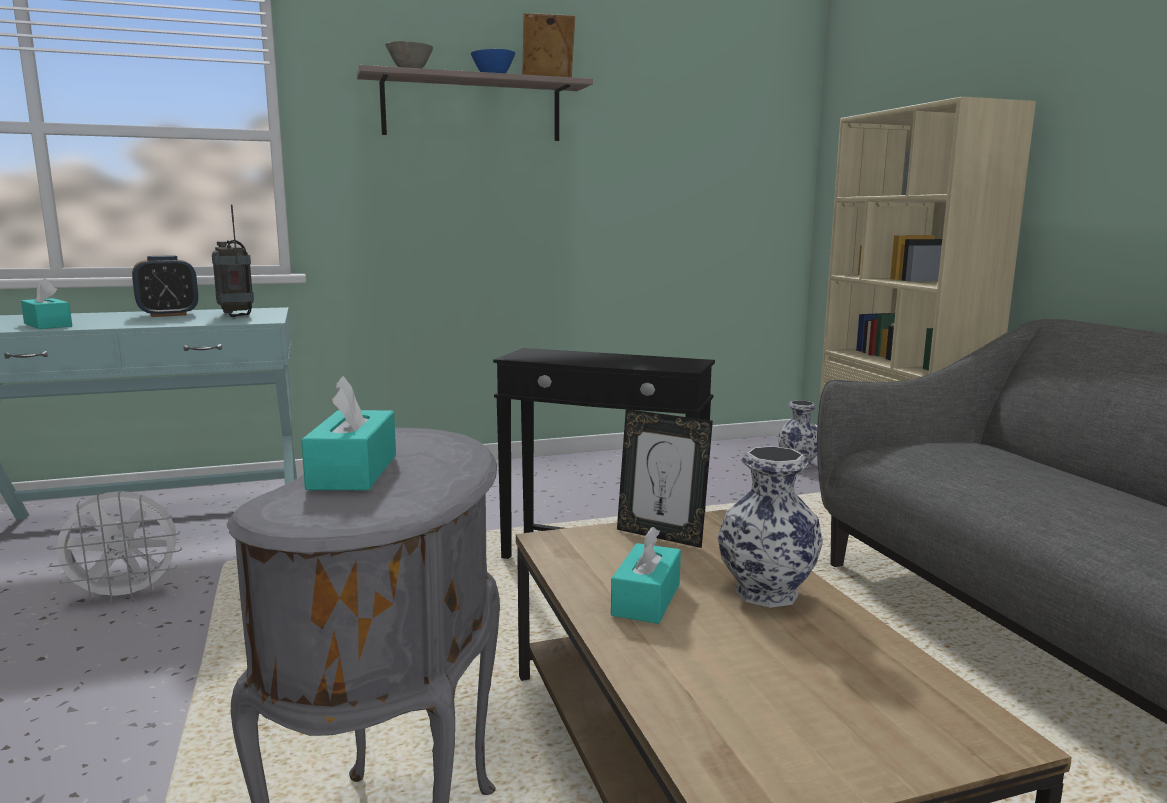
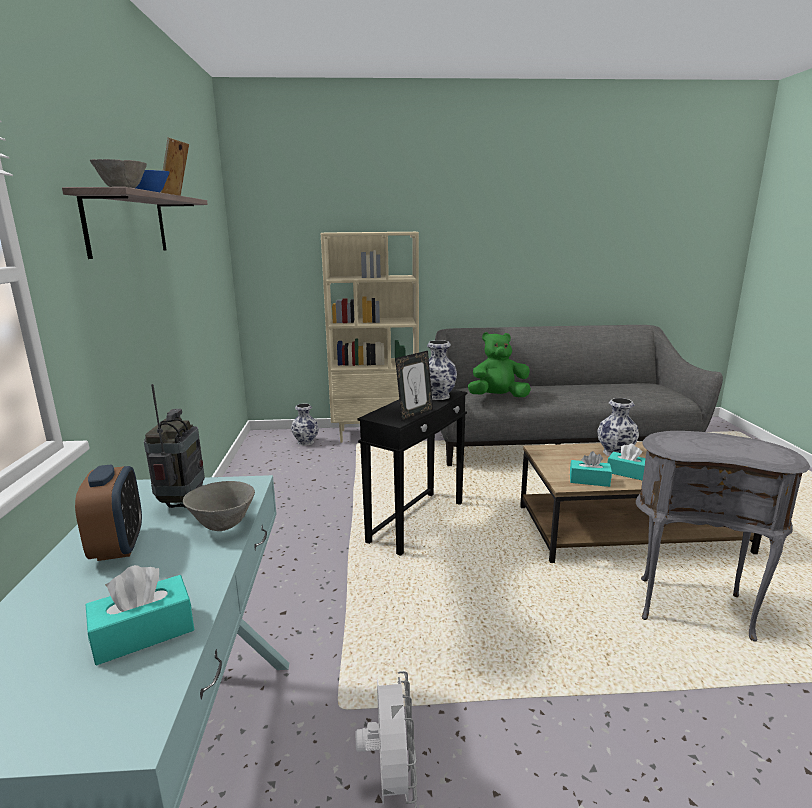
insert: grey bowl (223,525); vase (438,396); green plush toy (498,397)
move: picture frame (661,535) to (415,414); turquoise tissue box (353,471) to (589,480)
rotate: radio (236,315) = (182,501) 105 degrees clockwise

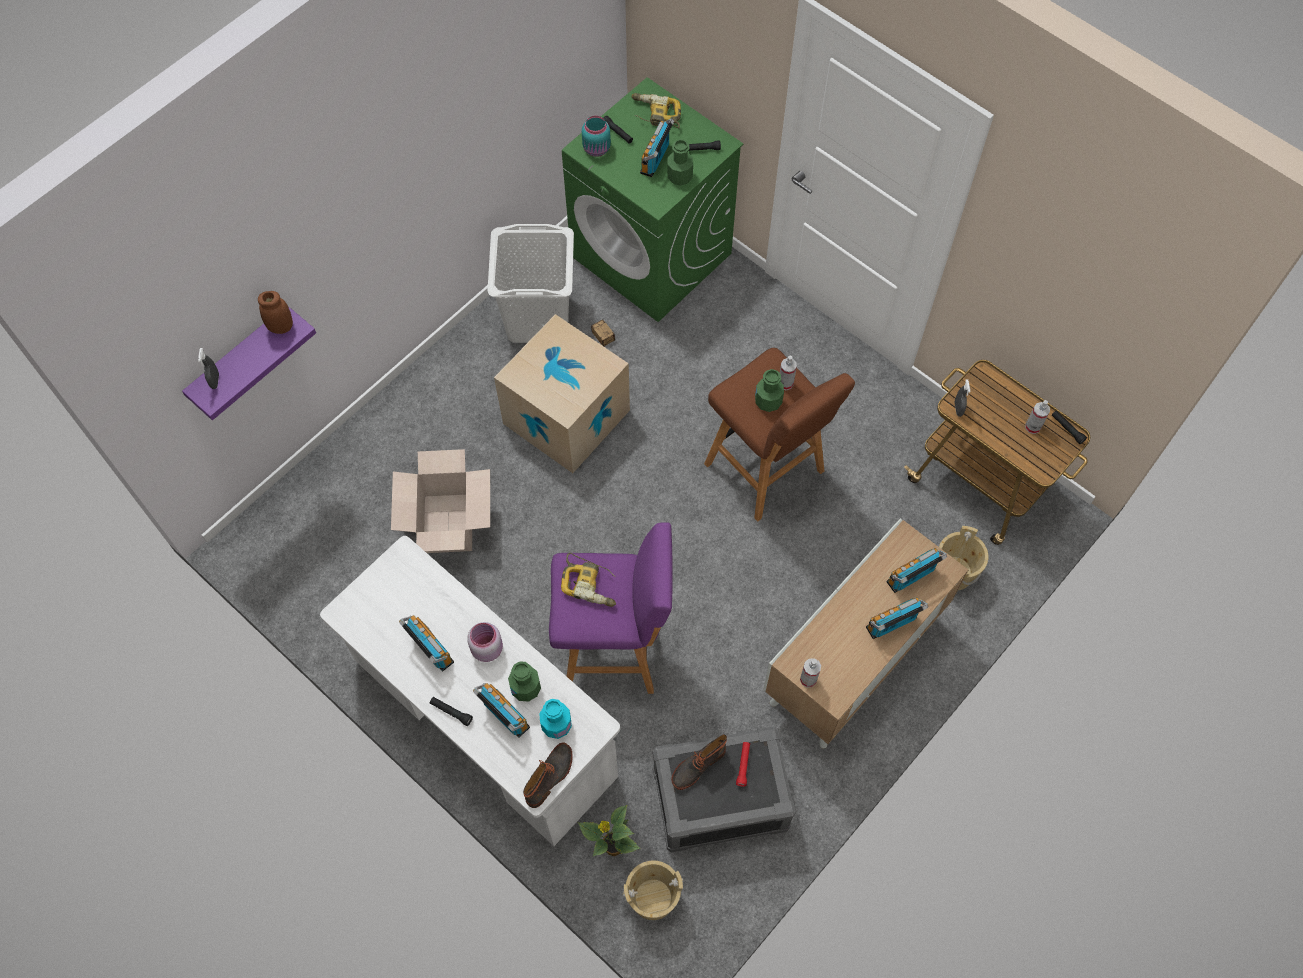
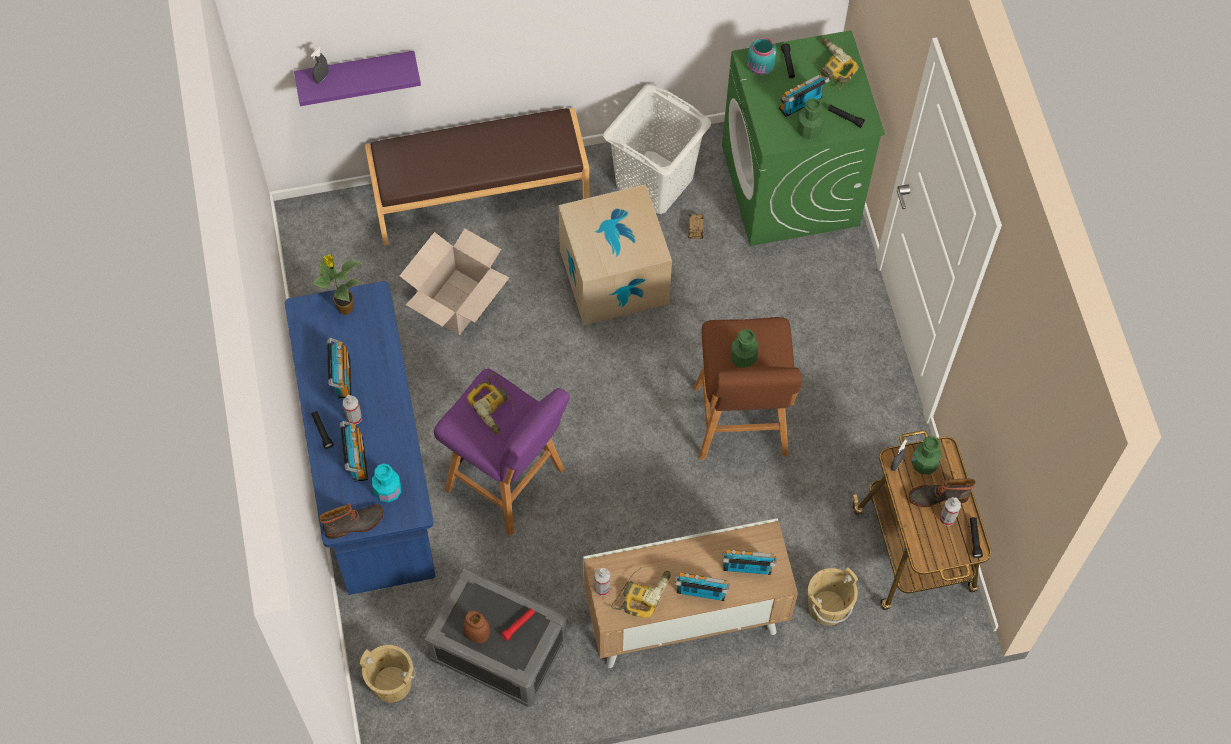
delete: pink jar (487,648)
insert: brown bench (480,196); power drill (642,592)
move: potted plant (612,848) to (344,307); spray bottle (785,383) to (354,418); brown jar (281,327) to (477,635); boot (697,765) to (938,496); green bottle (525,688) to (924,463)
recolor: white desk (484,719) to blue desk (371,468)

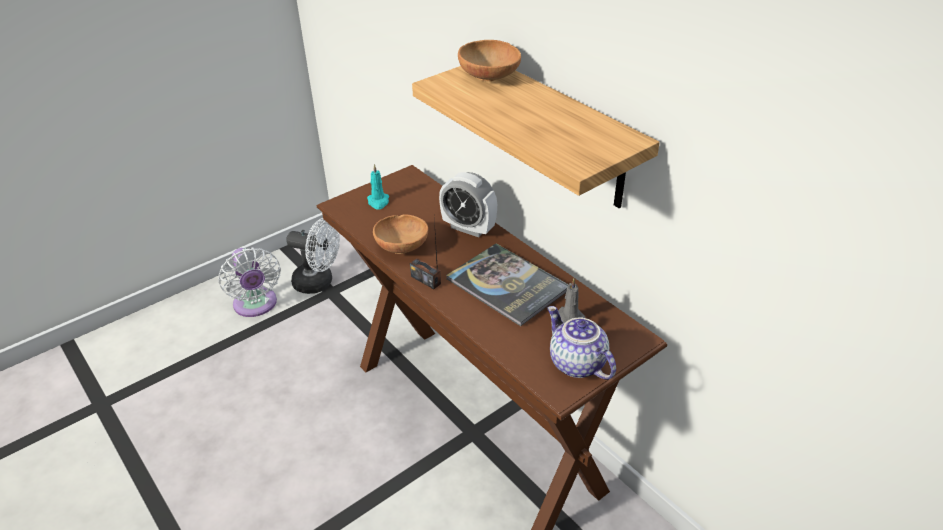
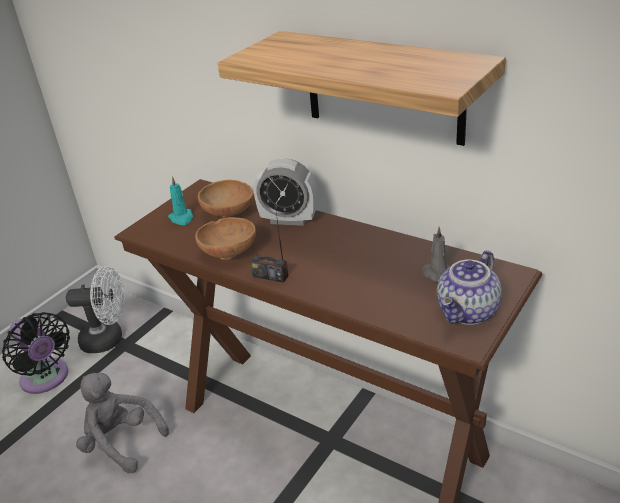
delete: book (507,284)
insert: grey plush toy (121,442)
move: brown bowl (490,78) to (229,213)
recolor: white fan (256,305) to black fan (47,379)
rotate: teapot (576,364) = (469,312) 90 degrees counterclockwise

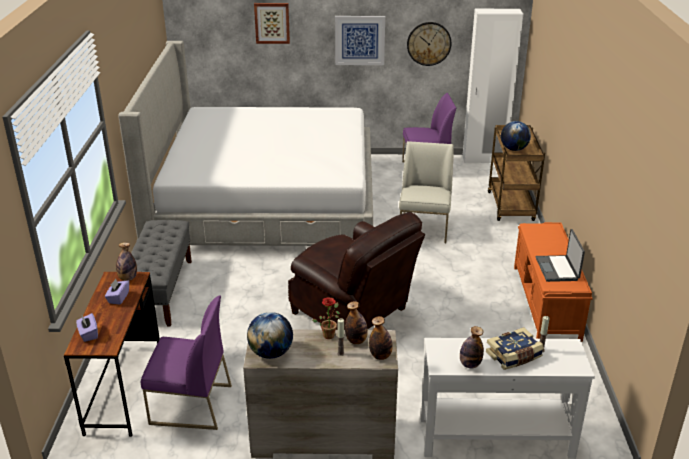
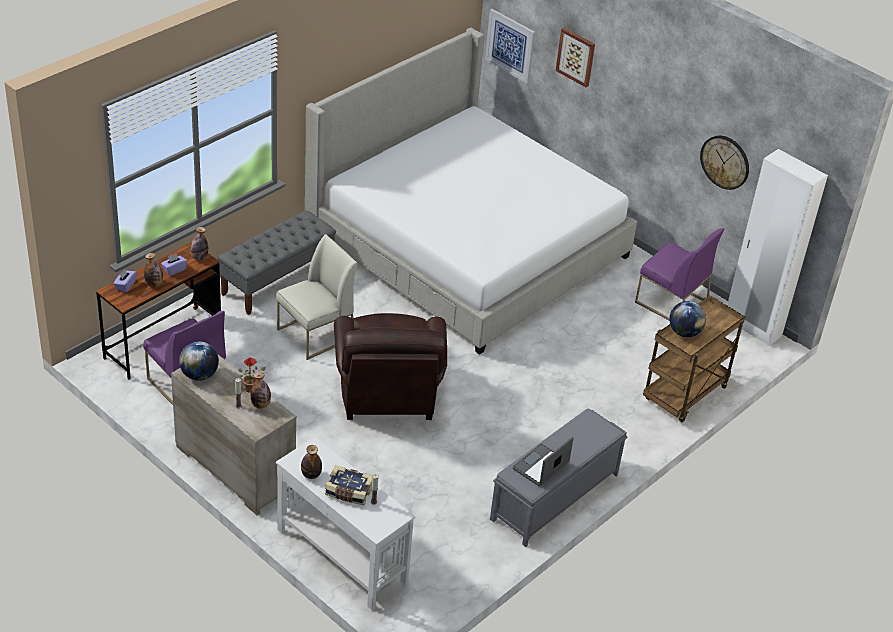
move: bottle (380,356) to (154,284); white chair (424,229) to (316,334); picture (359,40) to (510,45)
recolor: orange bench (546,302) to grey bench (554,497)

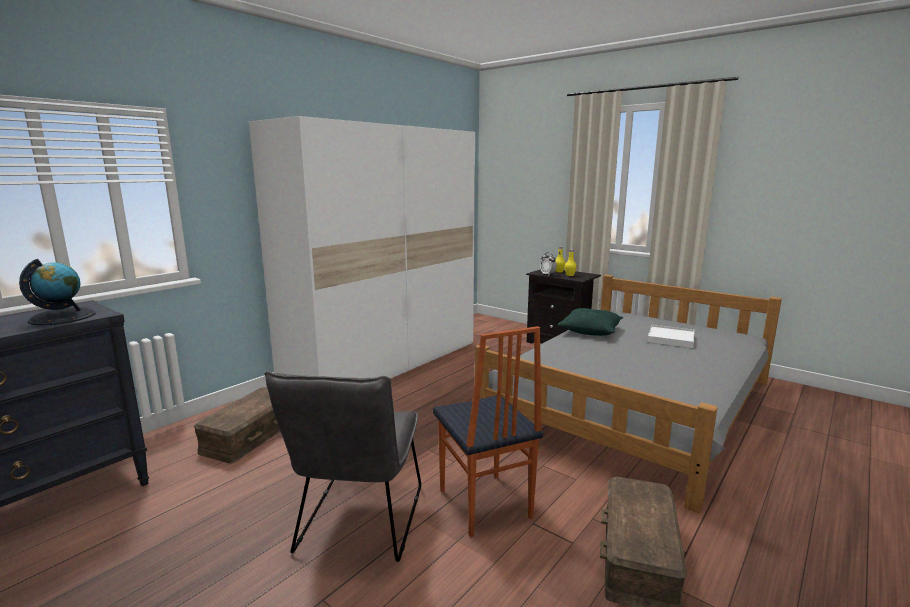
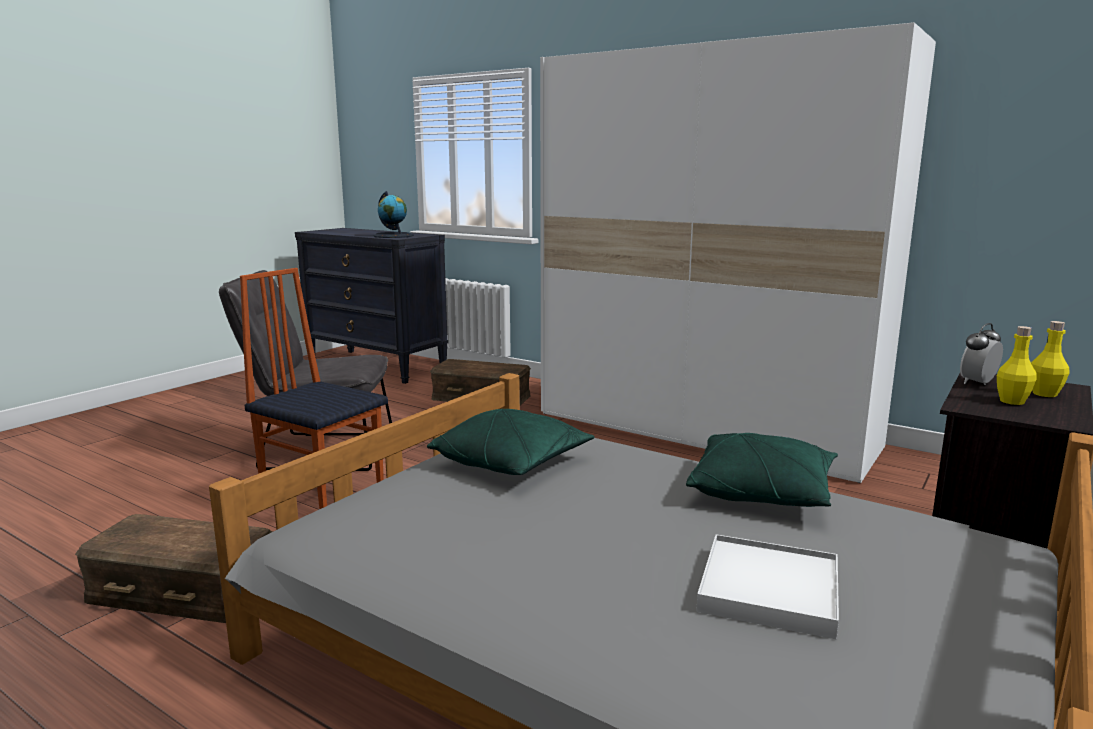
insert: green pillow (512,463)
rotate: chair (483,505) = (325,502) 60 degrees clockwise

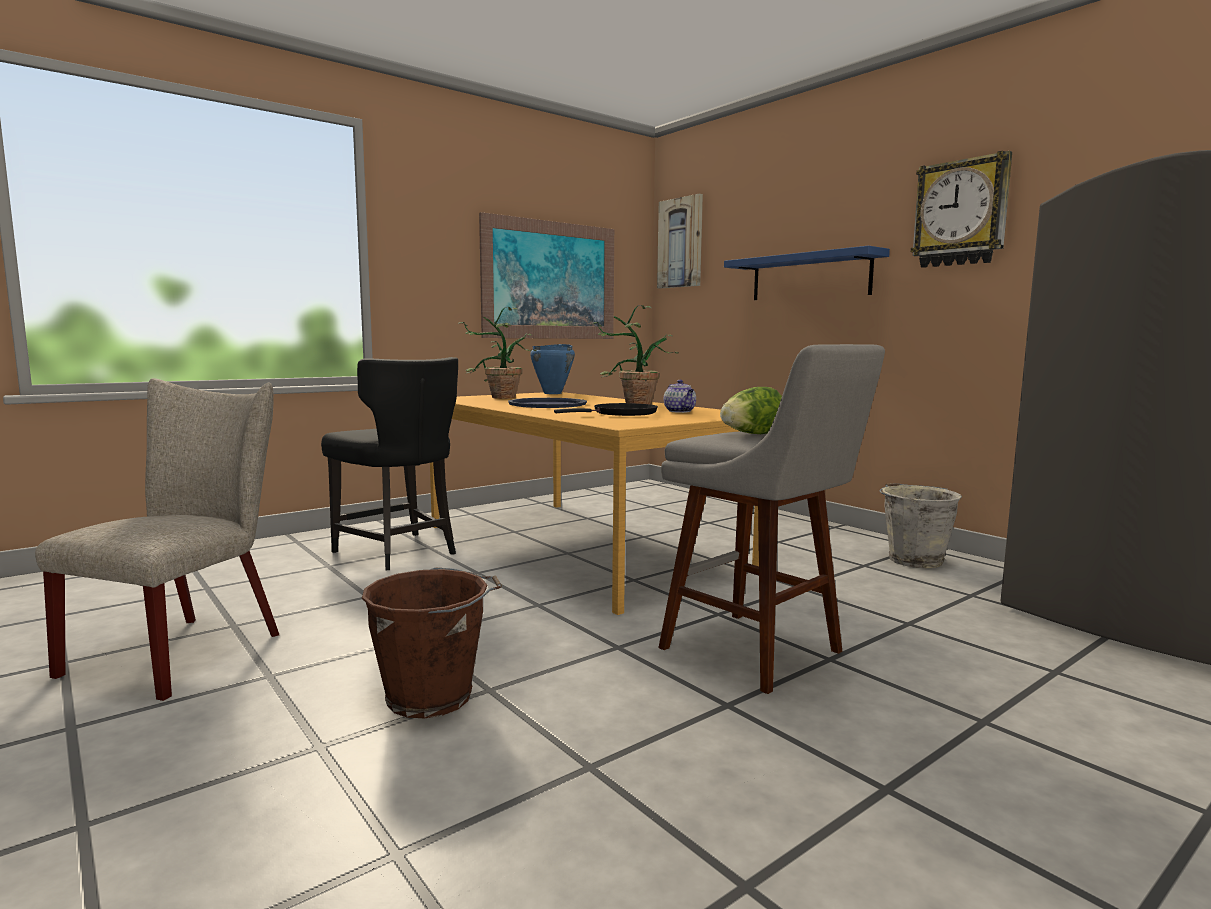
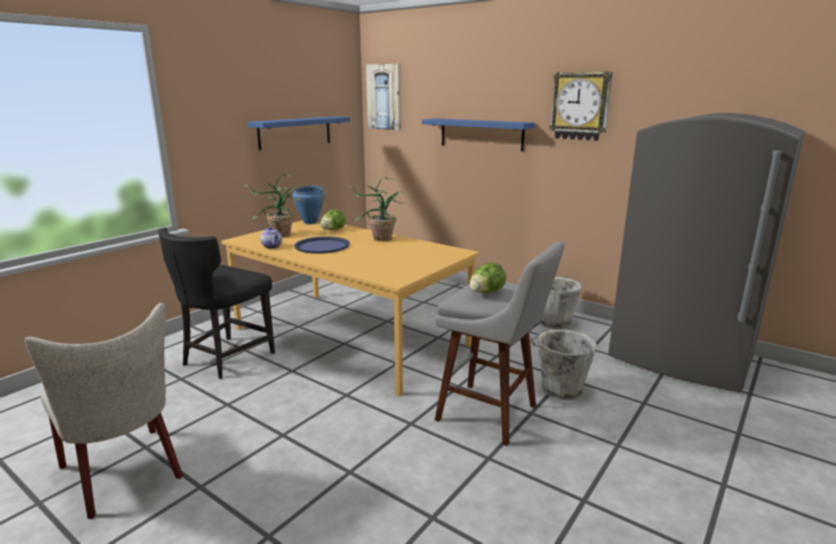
delete: brown bucket (433,697); black frying pan (621,414)
insert: lettuce (332,230); grey bucket (560,389)
move: teapot (680,411) to (272,246)
replace: picture (550,280) to blue shelf (295,132)
rotate: beige chair (186,649) = (125,474) 135 degrees clockwise; black chair (398,552) = (226,358) 90 degrees clockwise

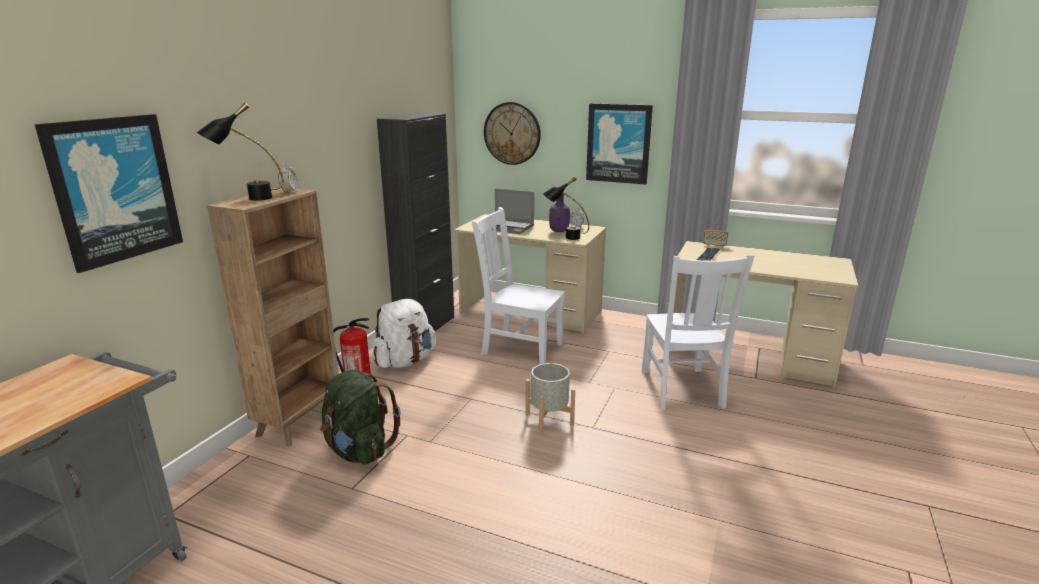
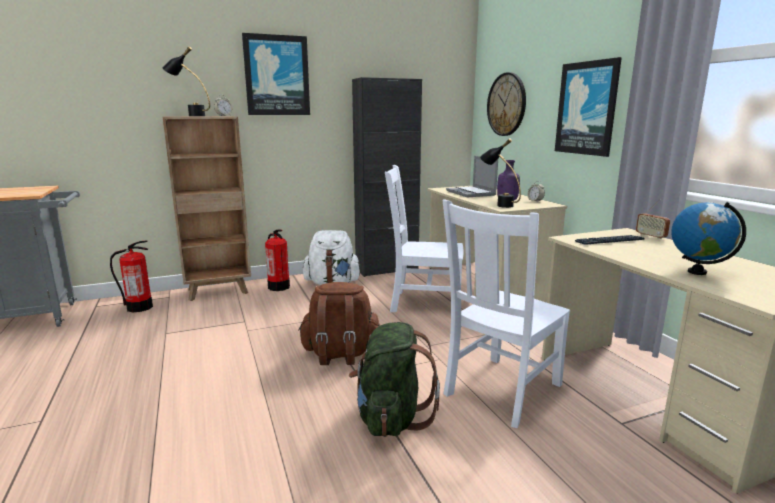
insert: fire extinguisher (139,307); globe (697,272)
move: picture (115,190) to (277,75); green backpack (359,450) to (391,417)
replace: grey planter (549,419) to brown backpack (340,354)
rotate: white chair (519,348) = (423,303) 60 degrees counterclockwise

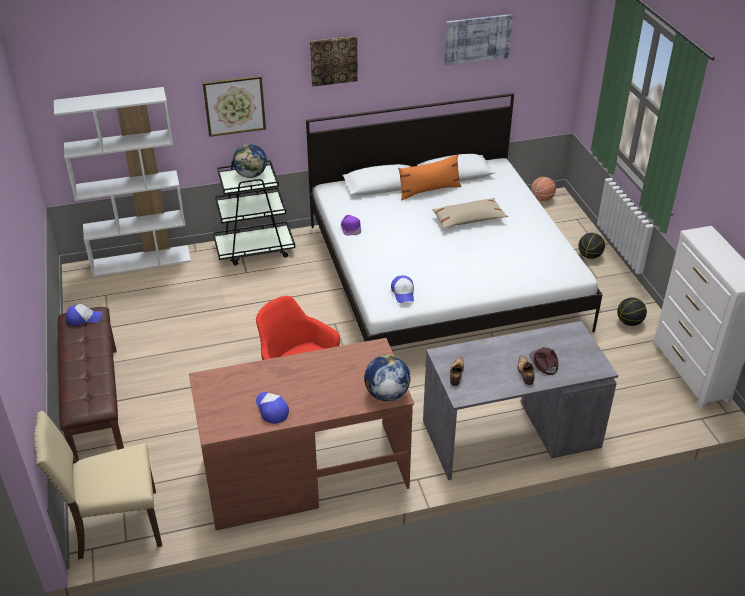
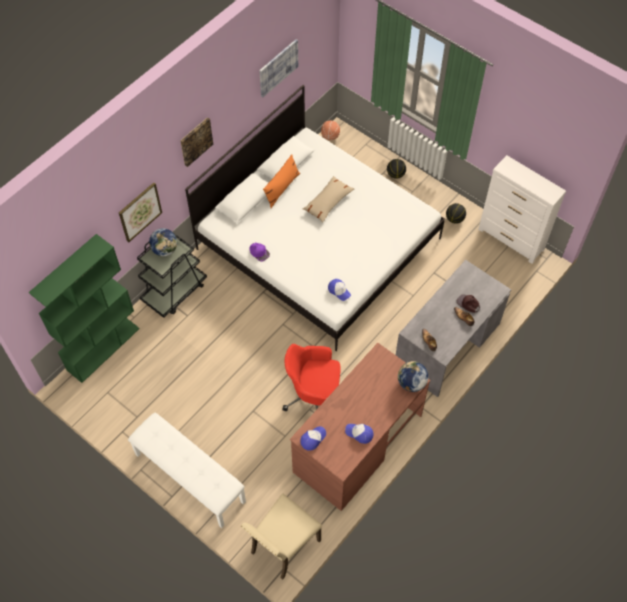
move: cap (84,318) to (313,439)
recolor: white bookcase (141,261) to green bookcase (103,348); brown bench (95,404) to white bench (189,478)

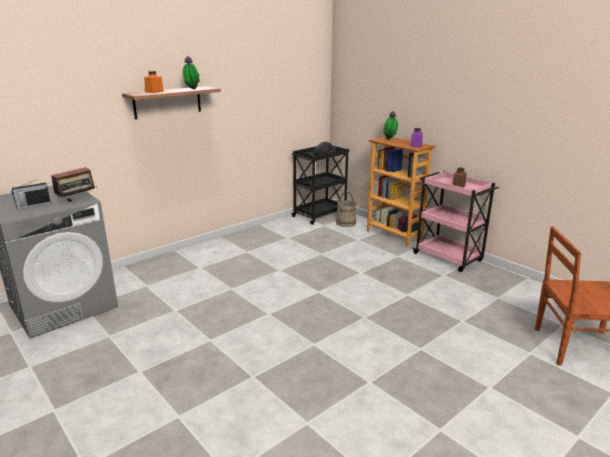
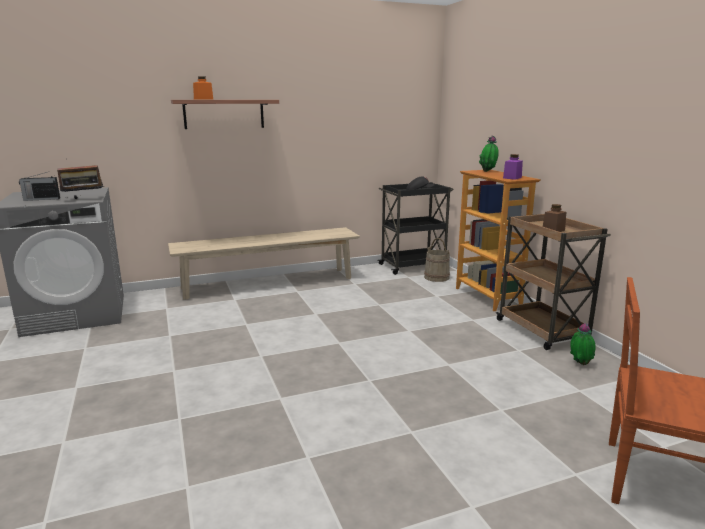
insert: beige bench (268,283)
move: potted plant (191,89) to (579,364)
recolor: pink cart (448,258) to brown cart (542,331)

